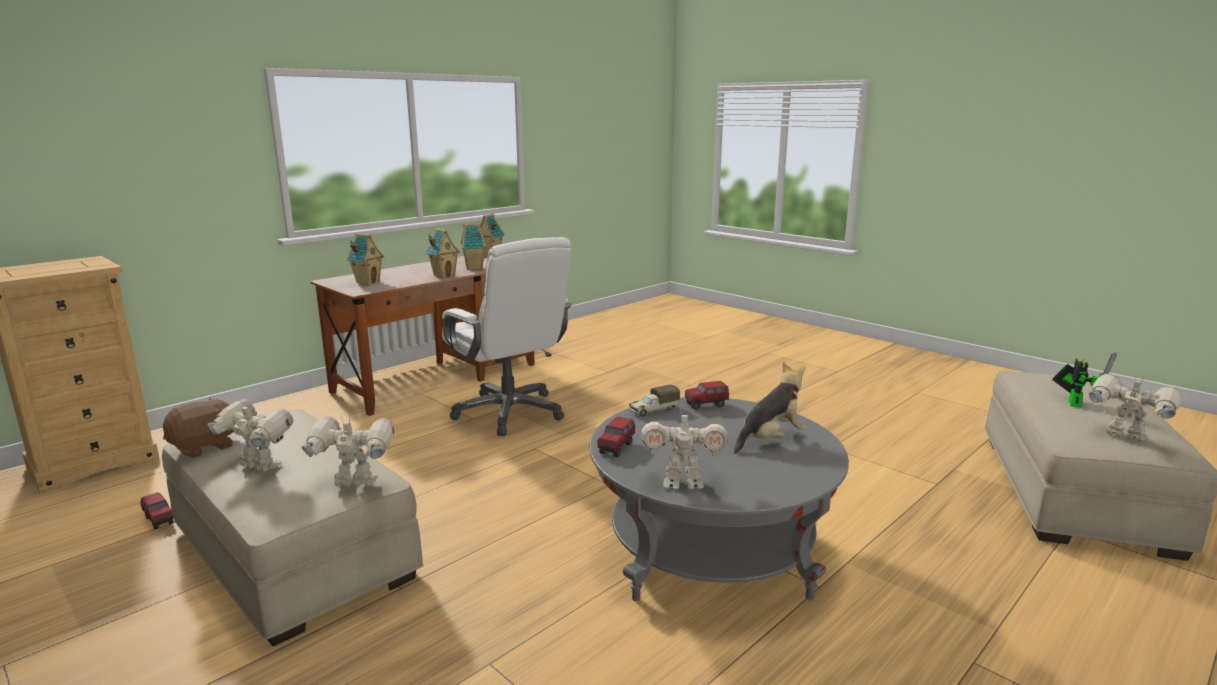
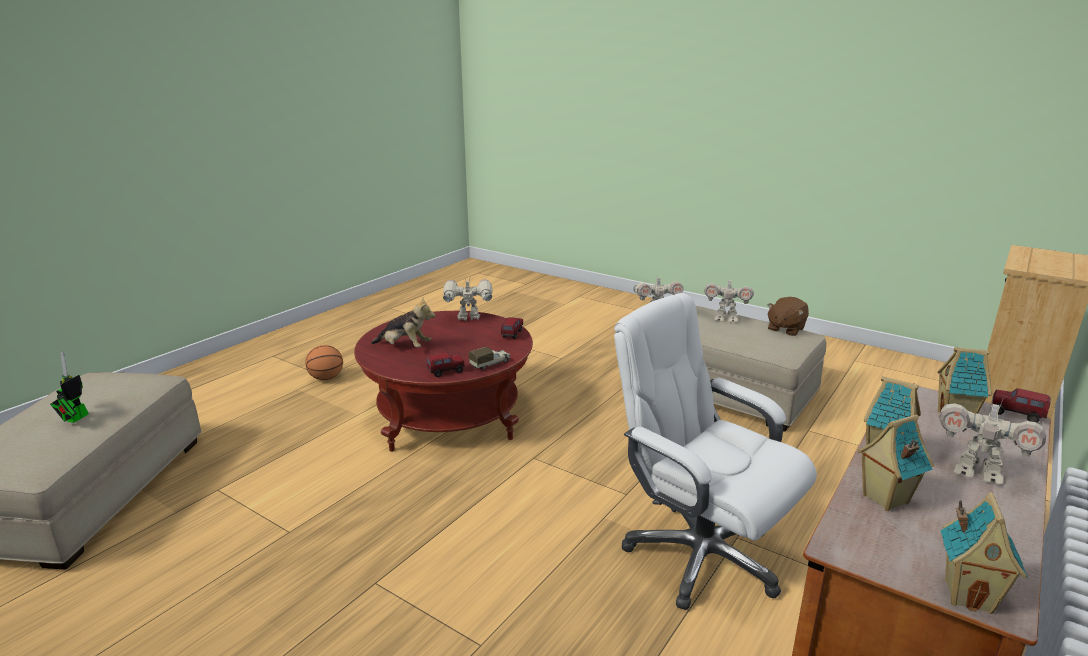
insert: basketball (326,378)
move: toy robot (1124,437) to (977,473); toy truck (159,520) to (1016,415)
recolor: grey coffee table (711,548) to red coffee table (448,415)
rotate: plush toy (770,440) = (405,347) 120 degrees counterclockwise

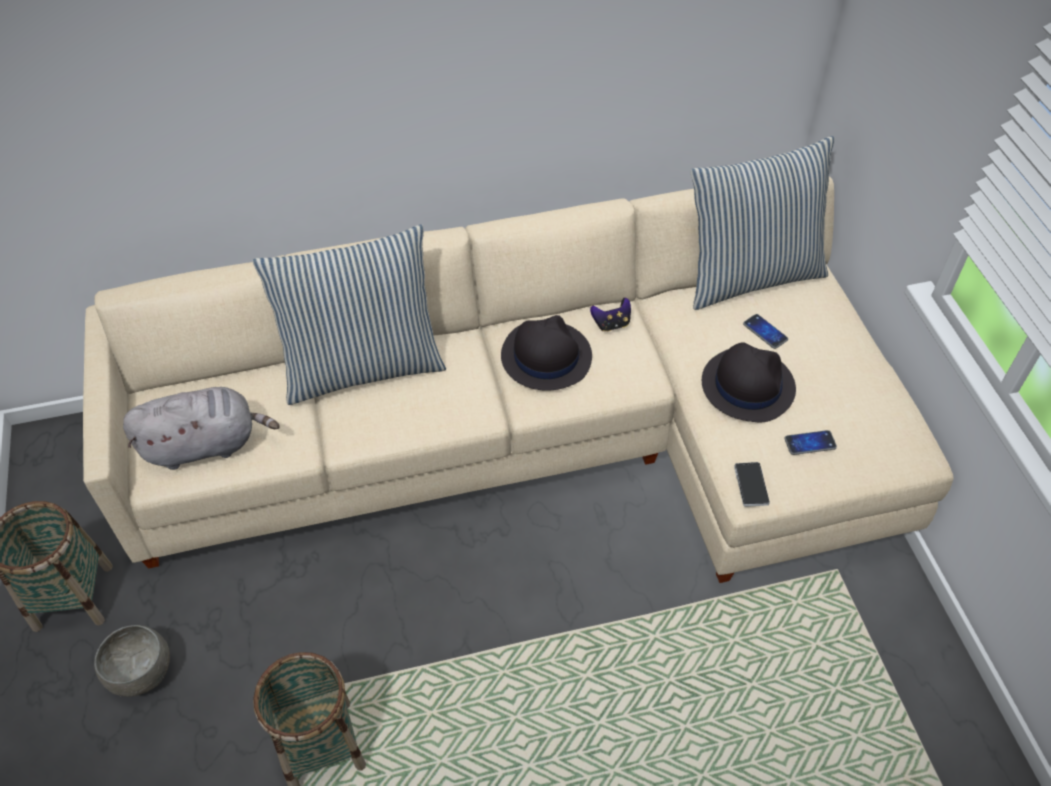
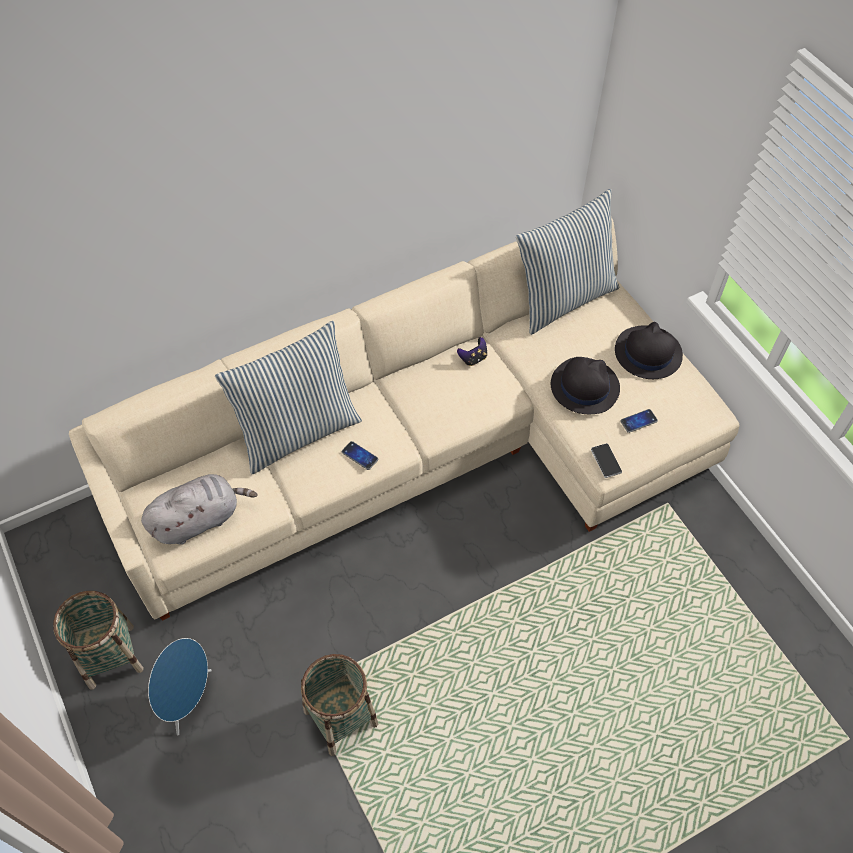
move: phone (765,332) to (360,456); black hat (545,356) to (647,353)
replace: grey bowl (142,672) to blue speaker (187,699)

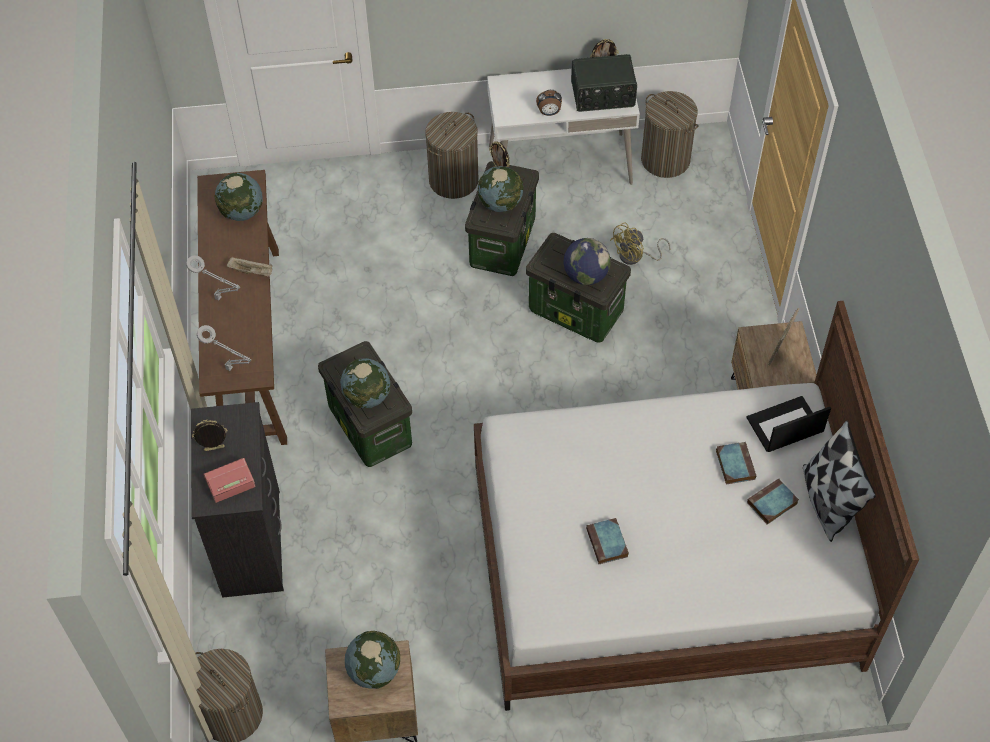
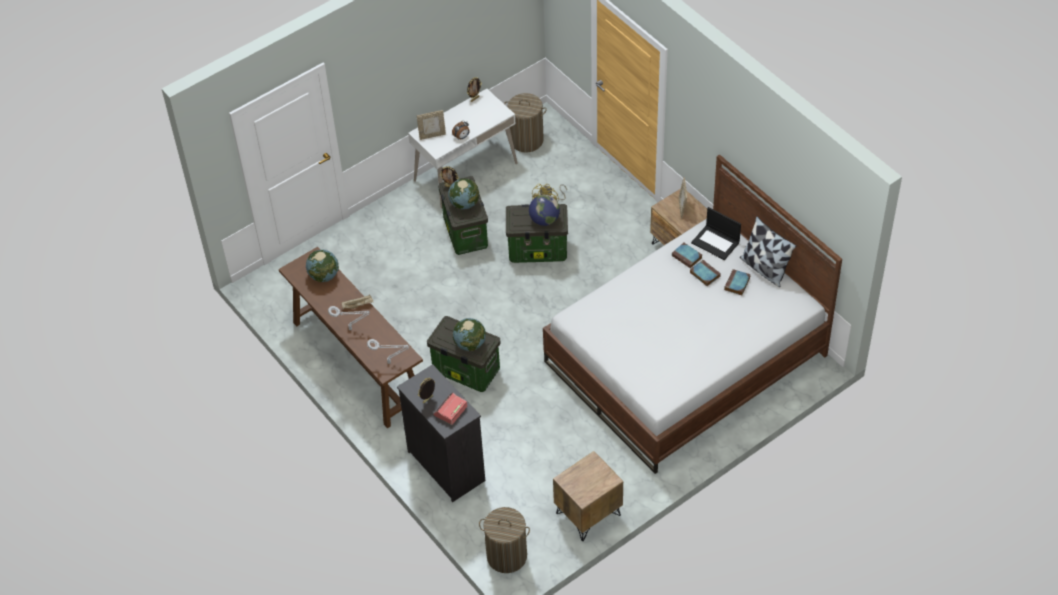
delete: globe (374,670); laundry basket (453,180); radio (603,95)
insert: picture frame (432,135)
move: book (607,543) to (687,257)
rotate: laptop (784,426) = (716,242) 90 degrees counterclockwise

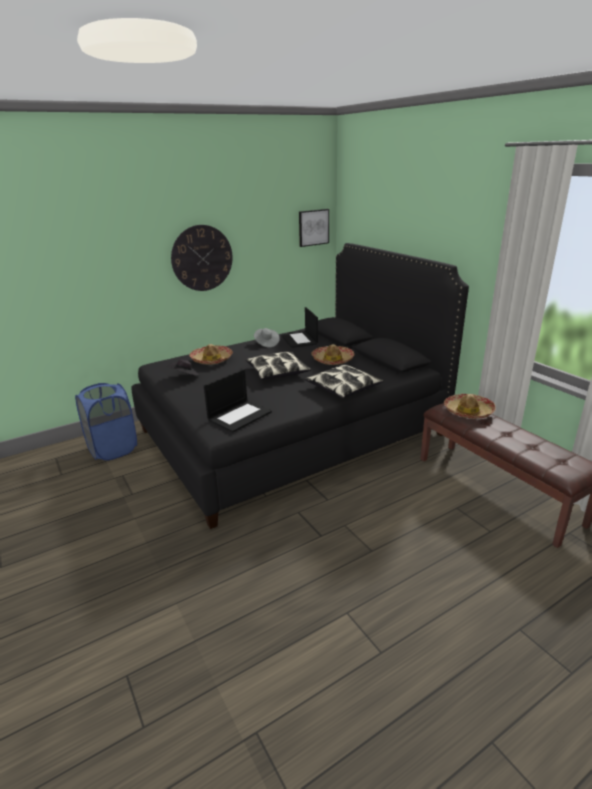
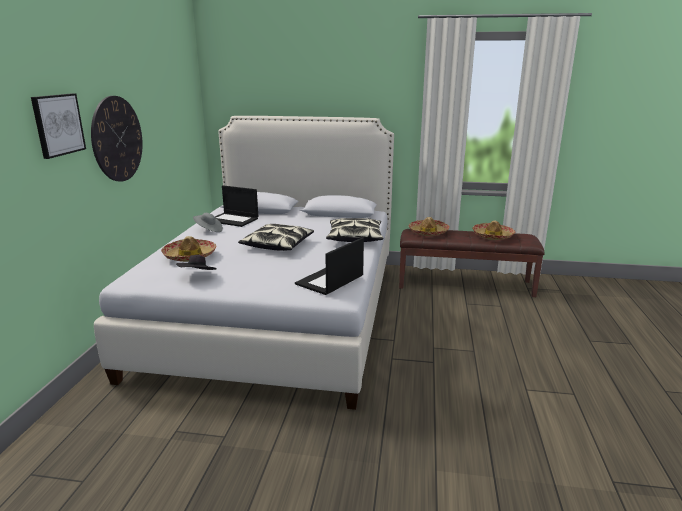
delete: blue laundry basket (113,449)
move: picture (313,227) to (58,125); hat (332,360) to (493,236)
recolor: black bed (291,432) to white bed (277,312)
rotate: laptop (239,415) = (329,281) 135 degrees counterclockwise

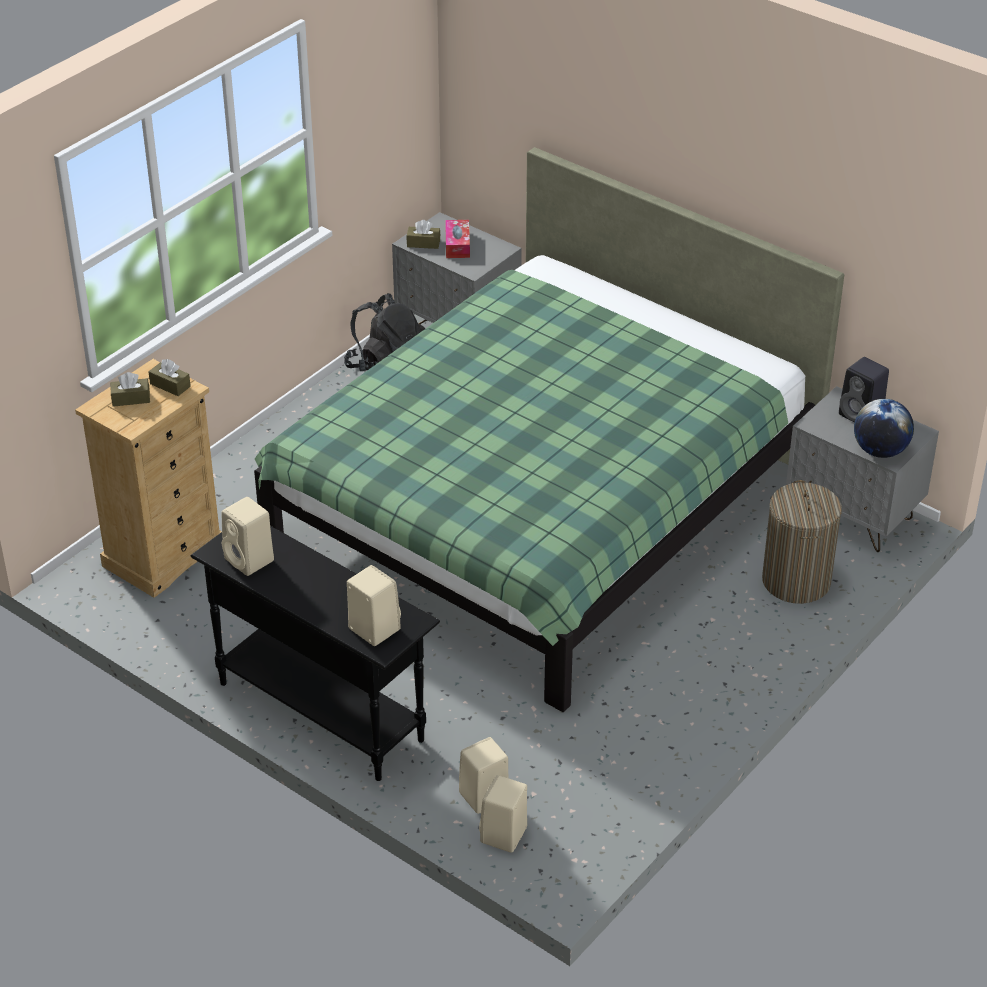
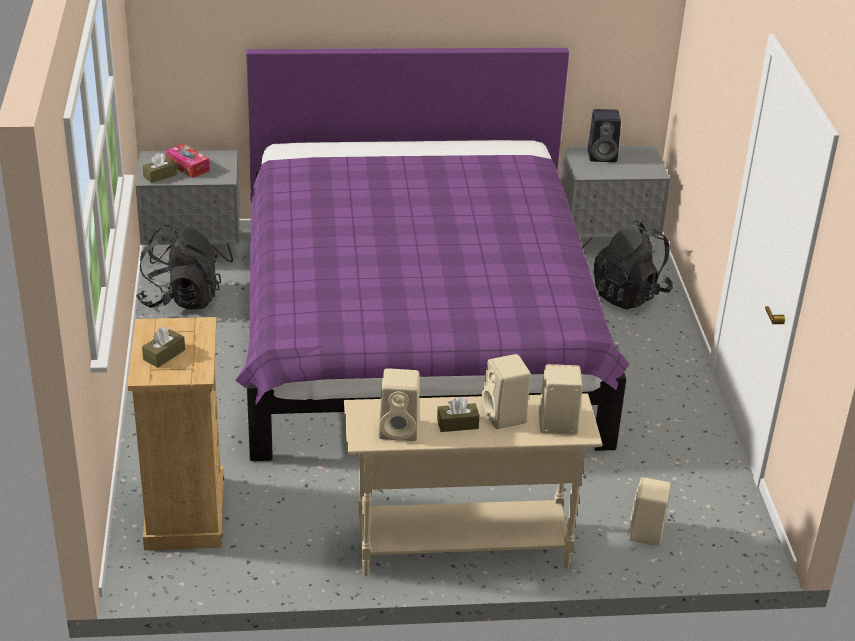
delete: globe (880,451)
move: brown tissue box (170,385) to (457,424); beige speaker (503,836) to (505,416)
replace: laundry basket (796,581) to black backpack (630,294)
recolor: green bed (542,506) to purple bed (415,331); black console table (320,711) to beige console table (462,548)

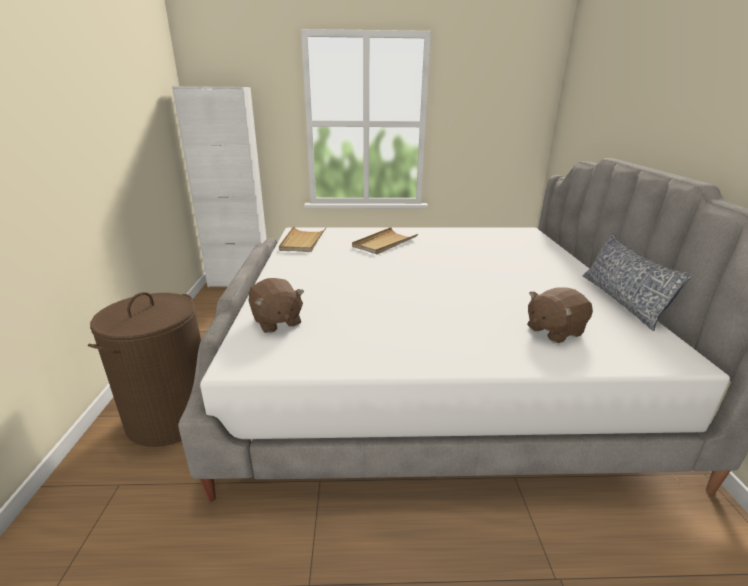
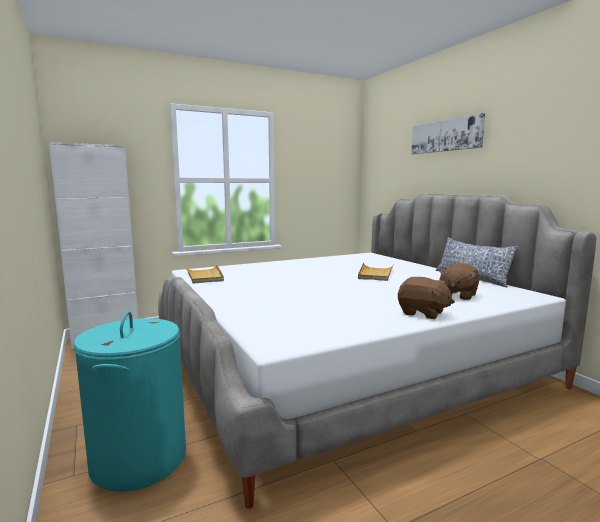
insert: picture (446,136)
move: beige tray (384,243) to (375,274); brown plush toy (276,321) to (423,313)
recolor: brown laundry basket (171,417) to turquoise laundry basket (138,459)

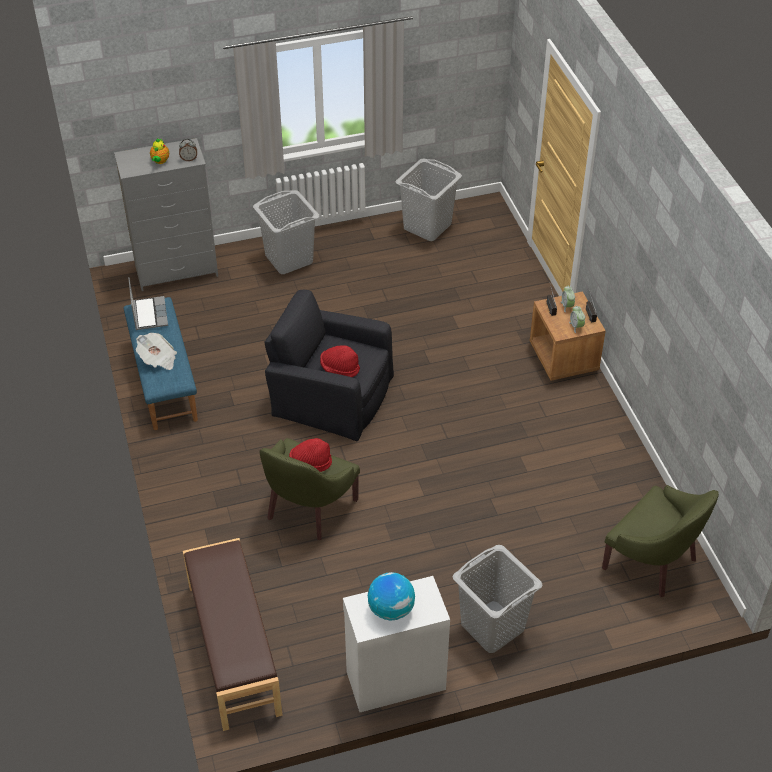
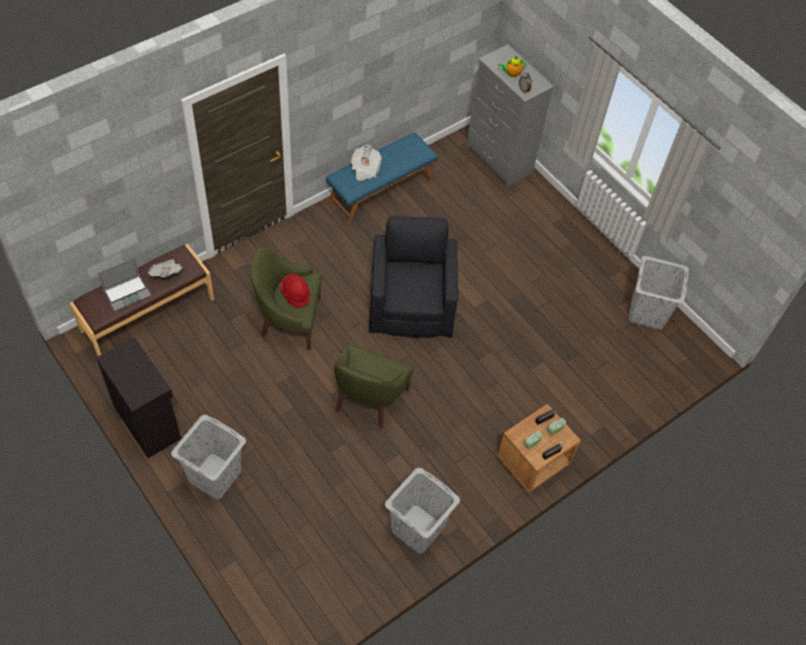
delete: red hat (339,368); globe (391,609)
insert: newspaper (166,273)
move: laptop (149,314) to (127,292); green armchair (653,561) to (368,399); grey laundry basket (289,259) to (417,528)
recolor: white cabinet (394,679) to black cabinet (148,422)

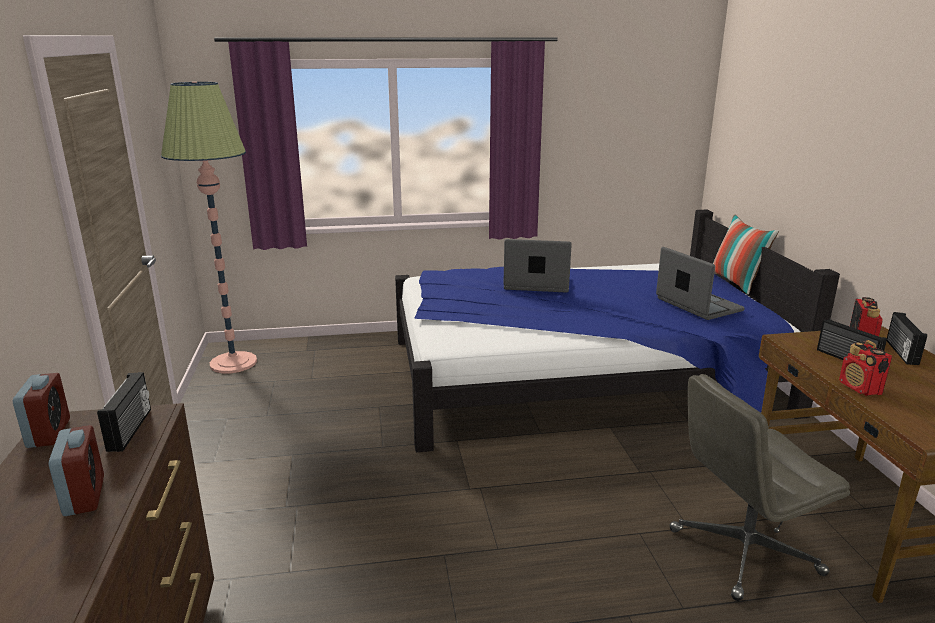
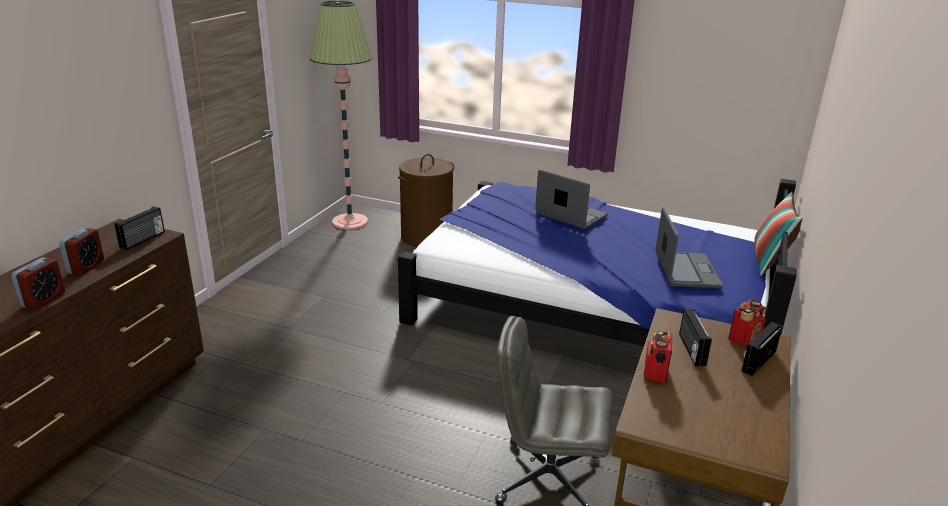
insert: brown laundry basket (426,237)
move: alarm clock (49,433) to (43,300)

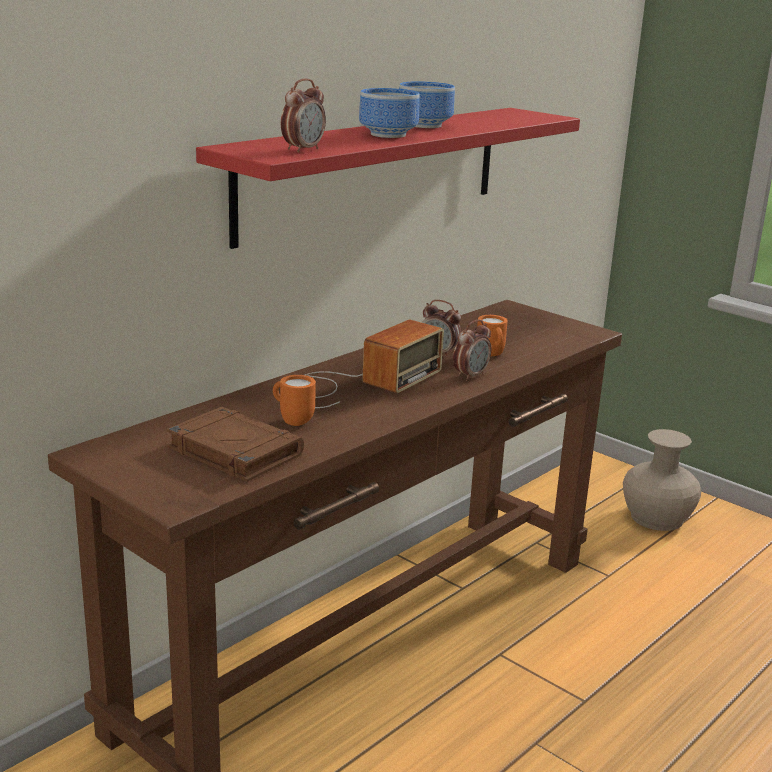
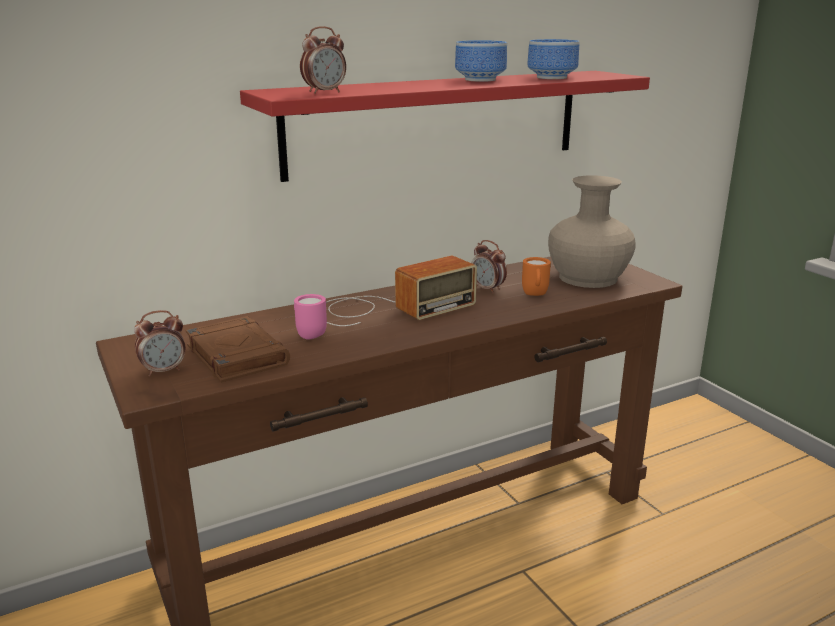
move: alarm clock (470,376) to (164,371); bowl (390,135) to (553,78); beige vase (656,517) to (587,277)
recolor: orange mug (292,421) to pink mug (309,335)

